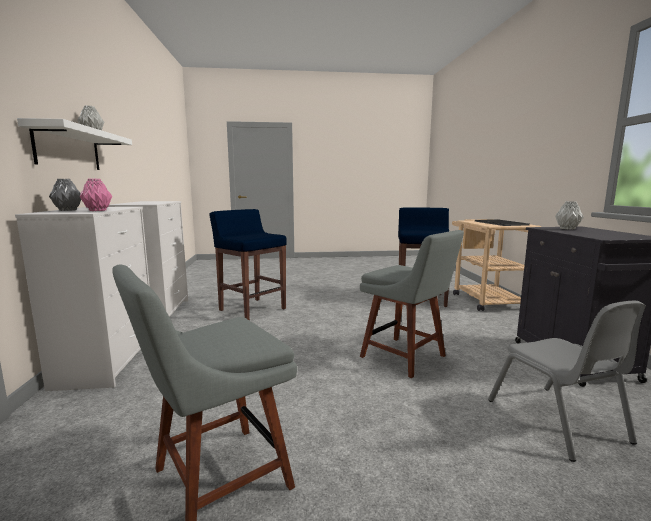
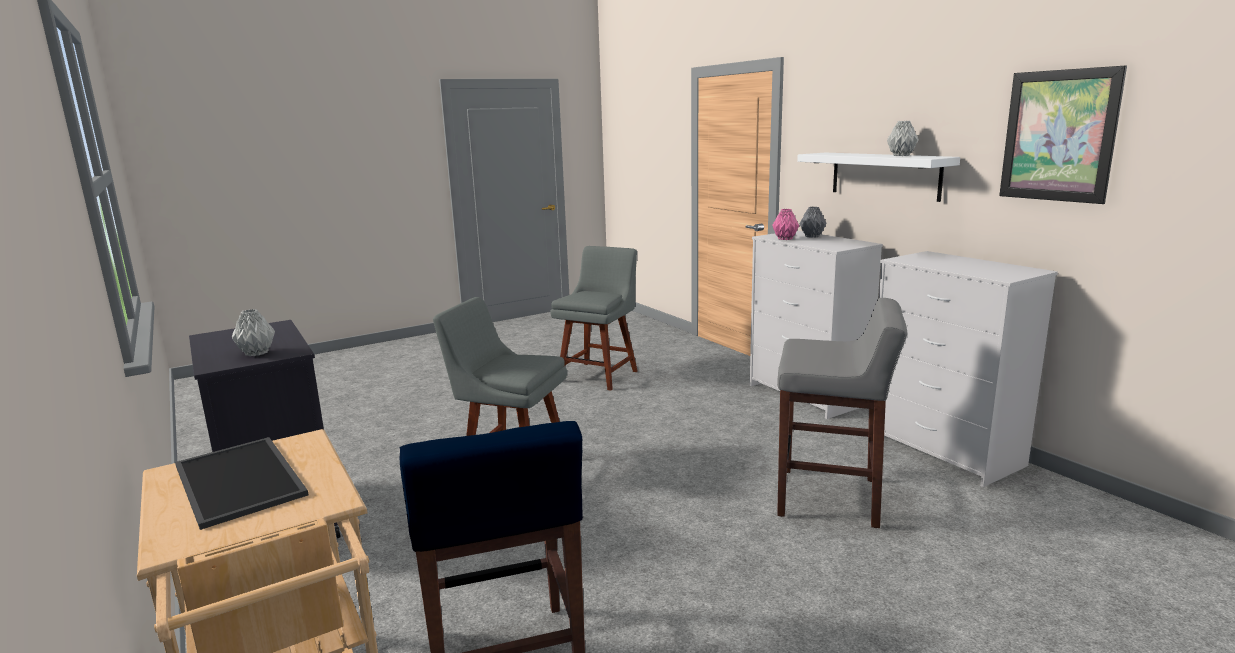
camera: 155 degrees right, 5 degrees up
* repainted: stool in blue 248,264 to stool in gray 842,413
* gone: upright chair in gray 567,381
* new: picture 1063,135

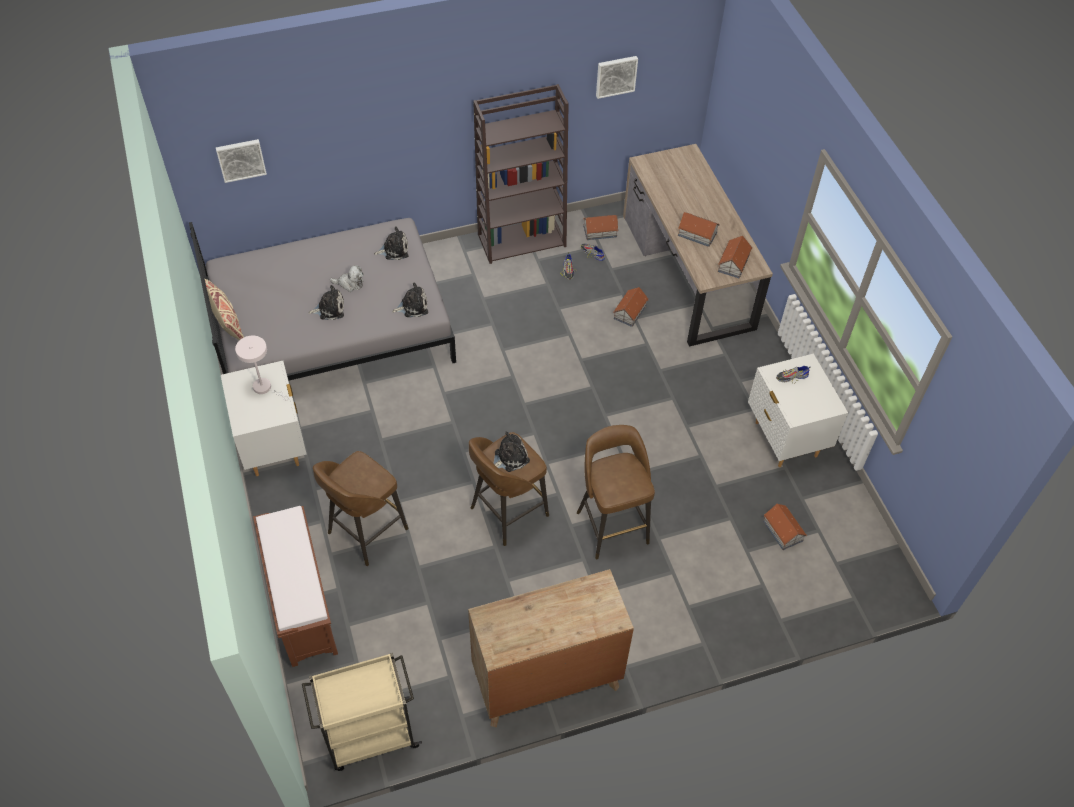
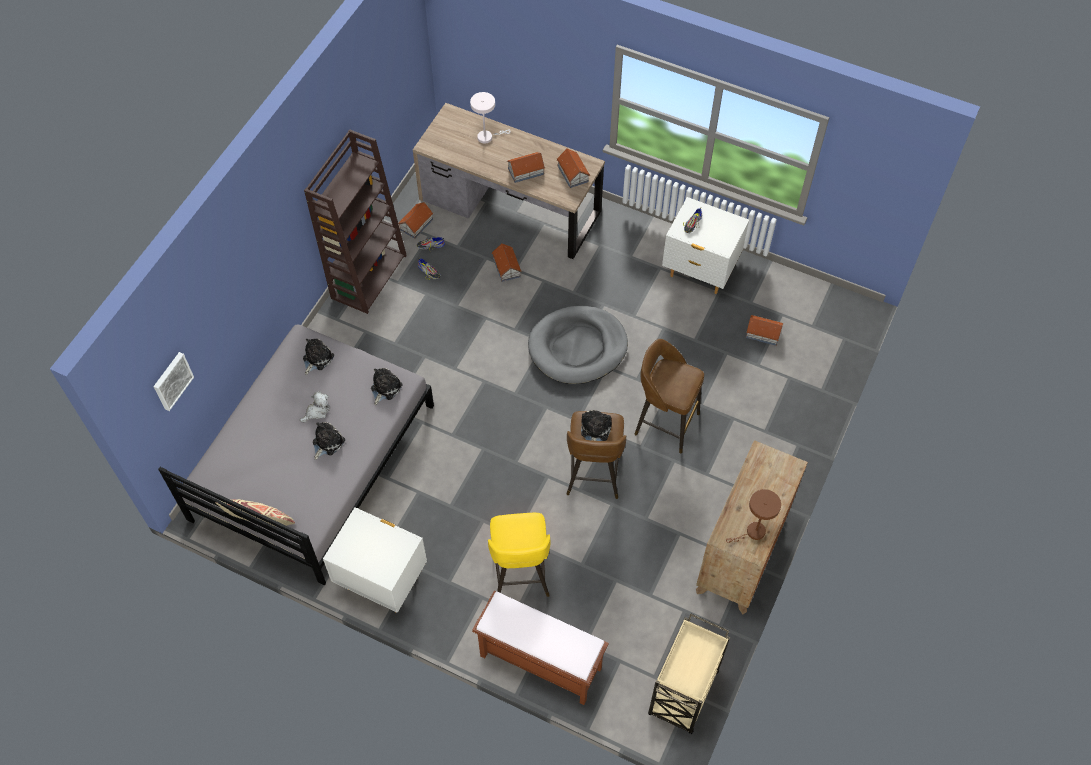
camera: 45 degrees left, 5 degrees up
* gone: picture 617,77
* shifted: lamp for a table in white 262,368 to 490,118
* repainted: stool in brownish 360,508 to stool in yellow 519,555
* new: pet bed in gray 578,345
* new: lamp for a table in brownish 753,516

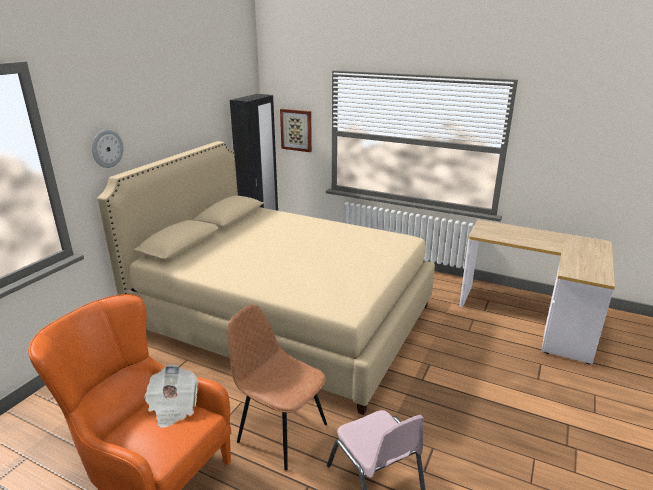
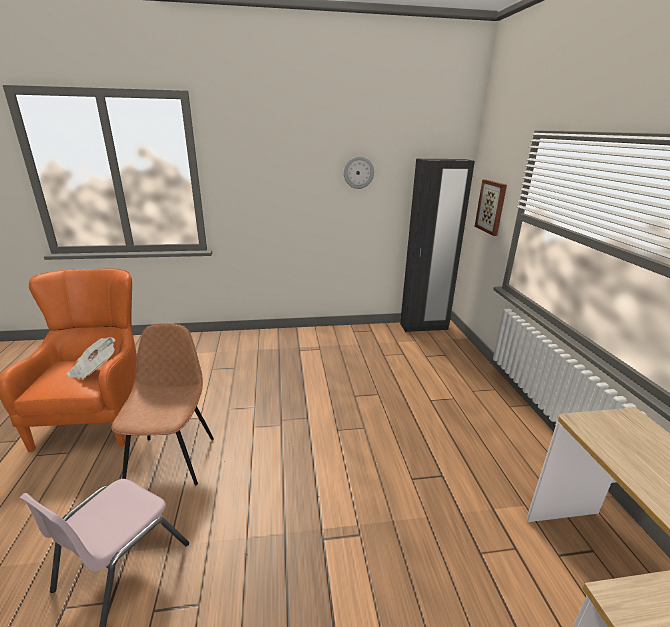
camera: 55 degrees right, 0 degrees up
* shifted: clock on the wall 107,149 to 359,172
* gone: bedroom bed in beige-coloured 266,278

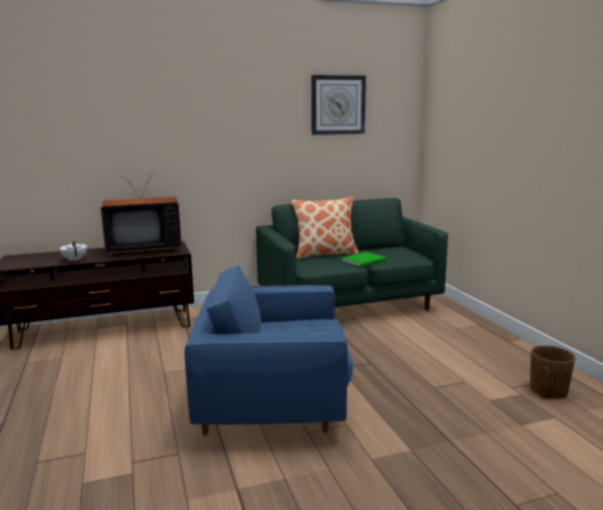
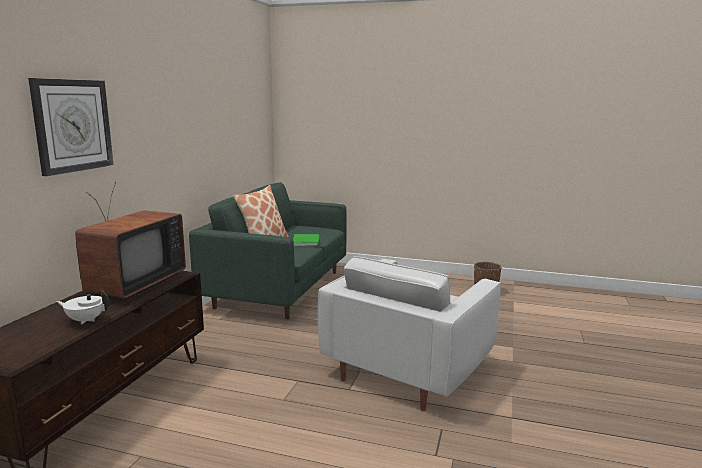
camera: 55 degrees left, 0 degrees up
* shifted: clock on the wall 338,105 to 71,127
* repainted: armchair in blue 268,350 to armchair in white 409,333

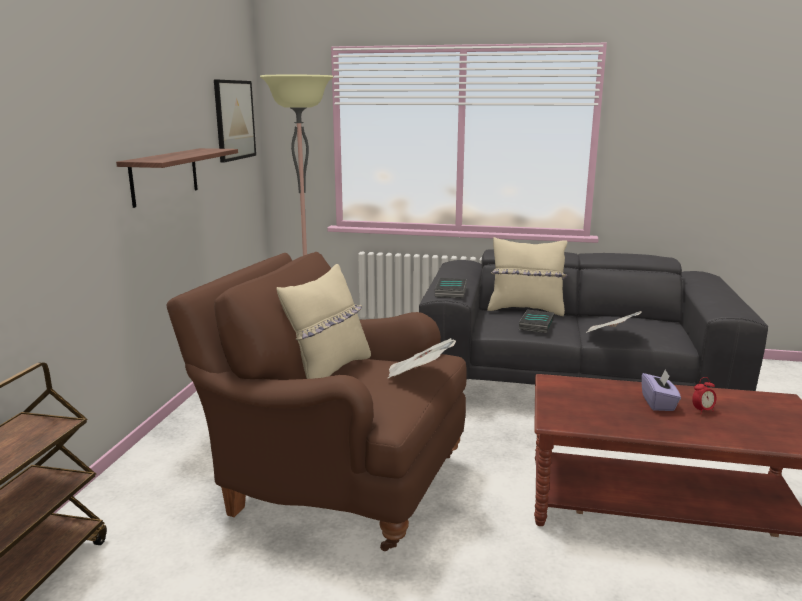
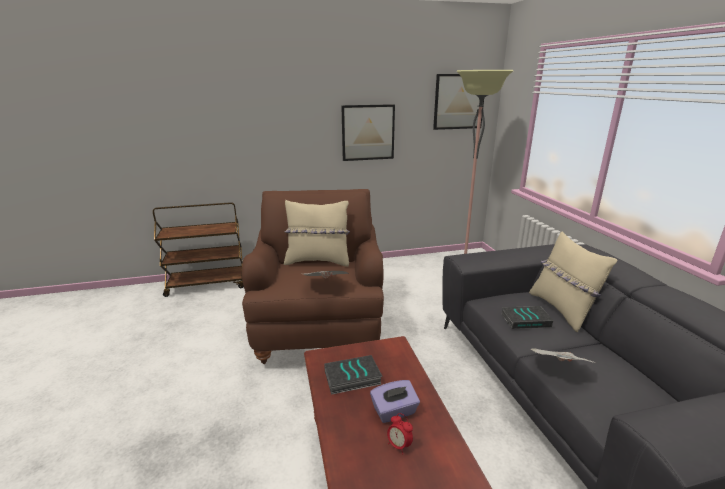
camera: 65 degrees right, 5 degrees up
* swapped: wall shelf 177,178 to picture 368,132
* shifted: volume 451,288 to 353,375

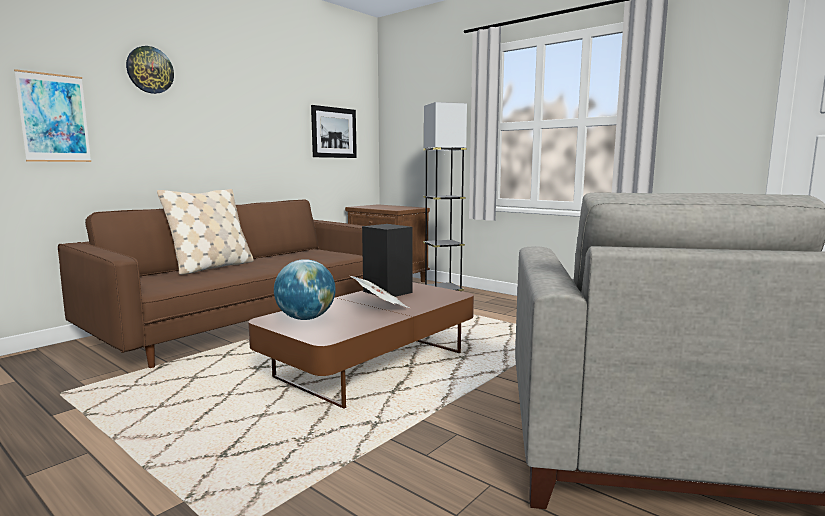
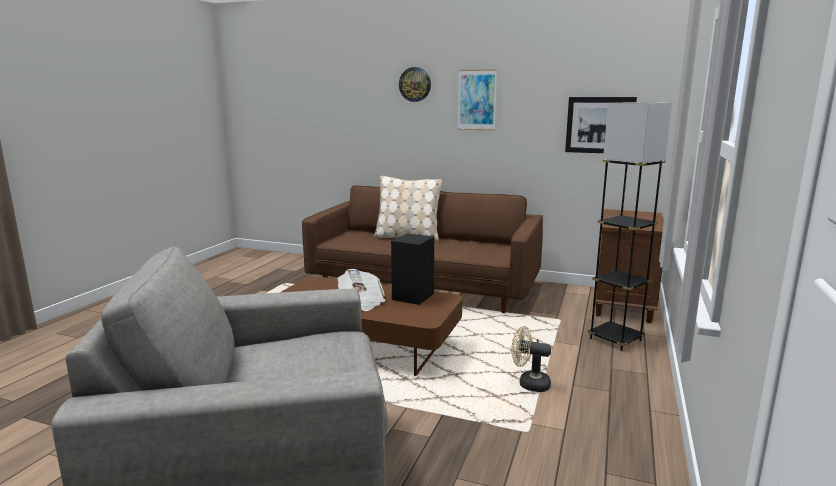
camera: 70 degrees right, 5 degrees up
* shifted: picture 52,115 to 477,100
* gone: desk globe 305,289
* new: electric fan in beige-coloured 531,359

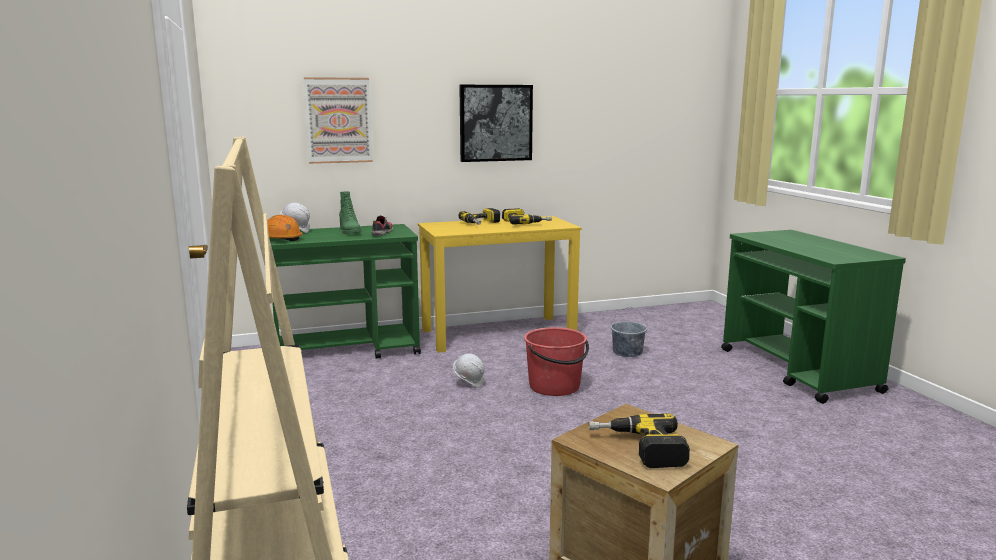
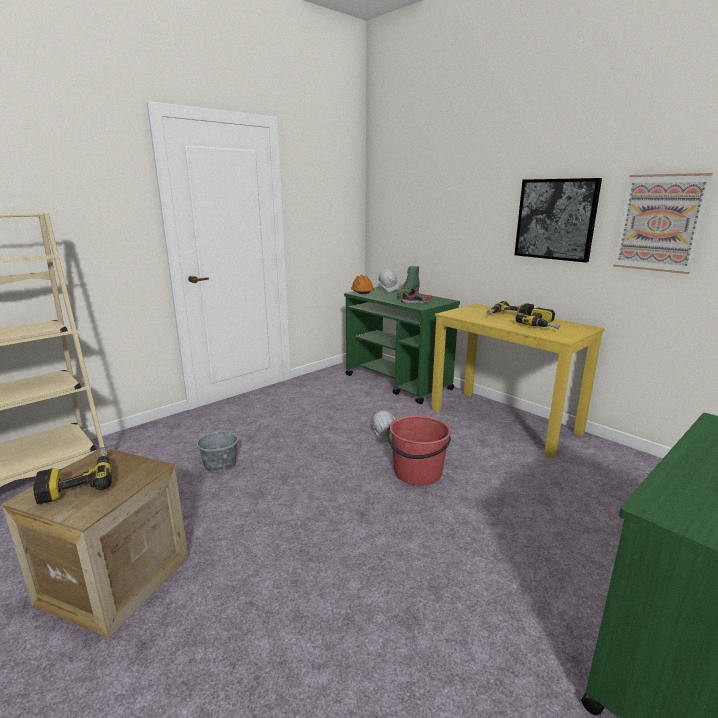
camera: 65 degrees right, 5 degrees up
* shifted: picture 338,120 to 663,223
* shifted: bucket in gray 629,332 to 217,446

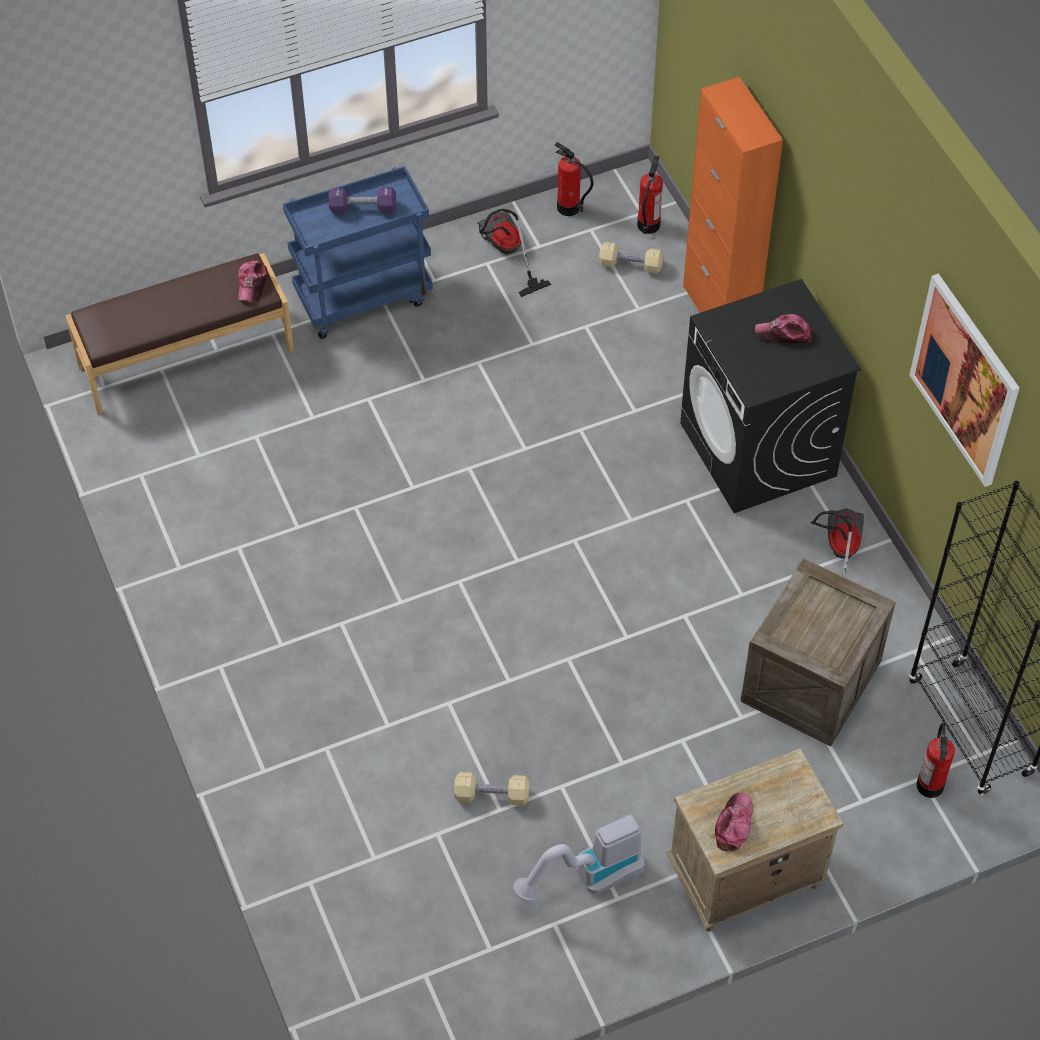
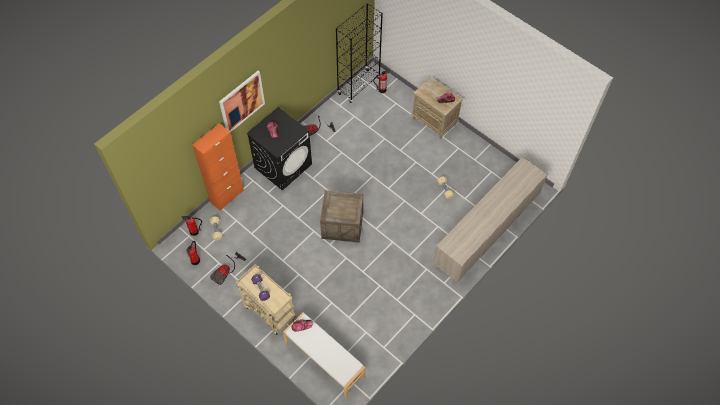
camera: 115 degrees left, 5 degrees up
* repainted: trolley in blue 358,252 to trolley in beige-coloured 266,300
* repainted: long seat in brownish 179,333 to long seat in white 324,355
* shifted: picture 964,380 to 242,101
* shifted: shipping crate 818,652 to 342,216
* gone: vacuum cleaner 579,858
* new: storage cabinet in beige-coloured 490,220

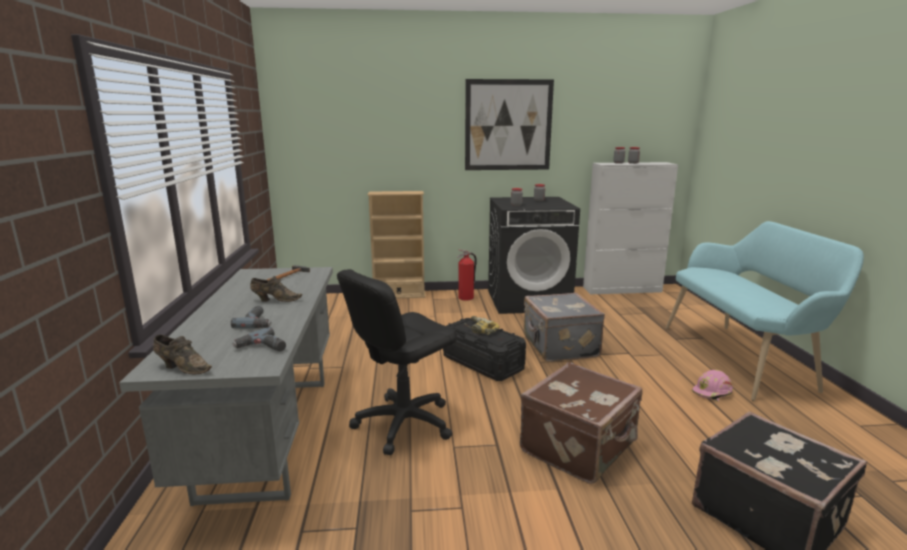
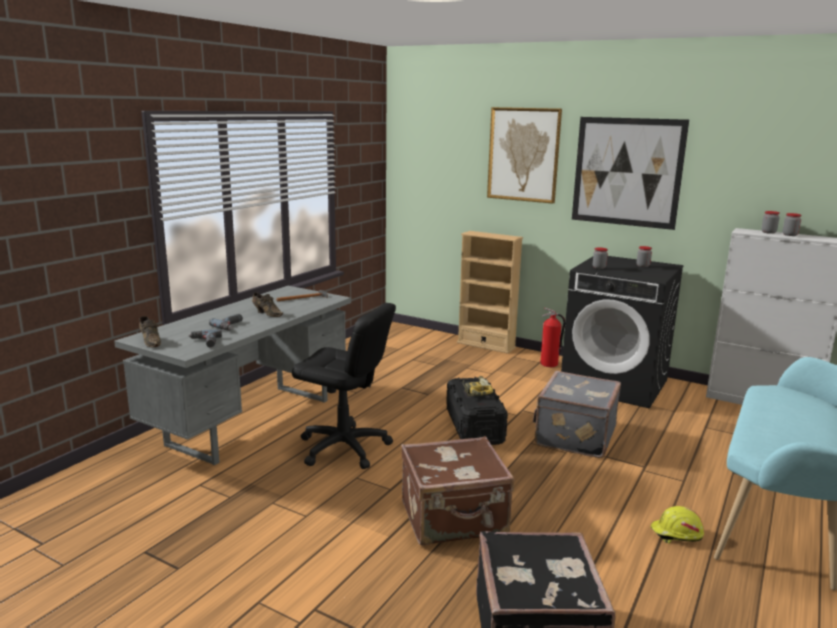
camera: 35 degrees right, 0 degrees up
* rotated: office chair in black 397,362 = 344,386 150 degrees counterclockwise
* repainted: hard hat in pink 712,386 to hard hat in yellow 677,524
* new: picture 524,155

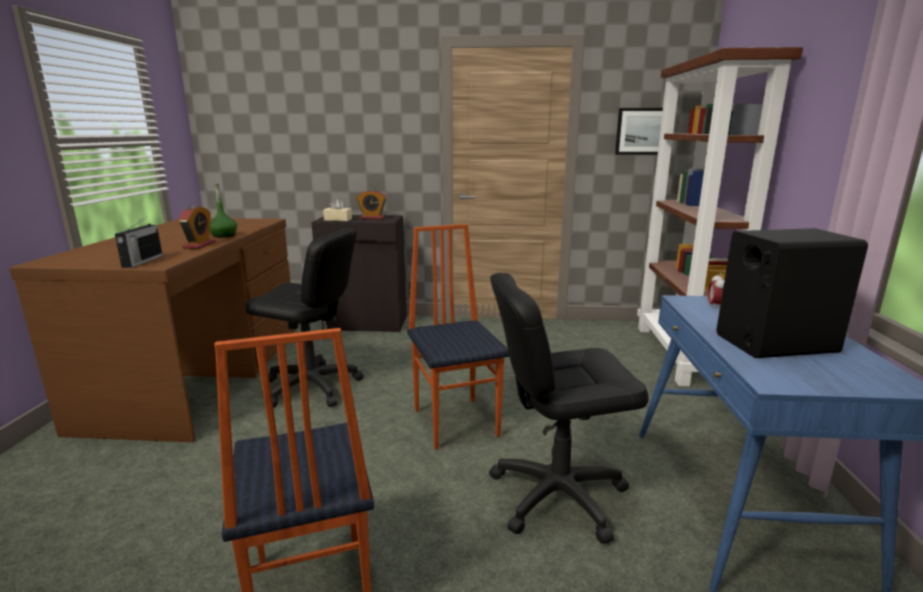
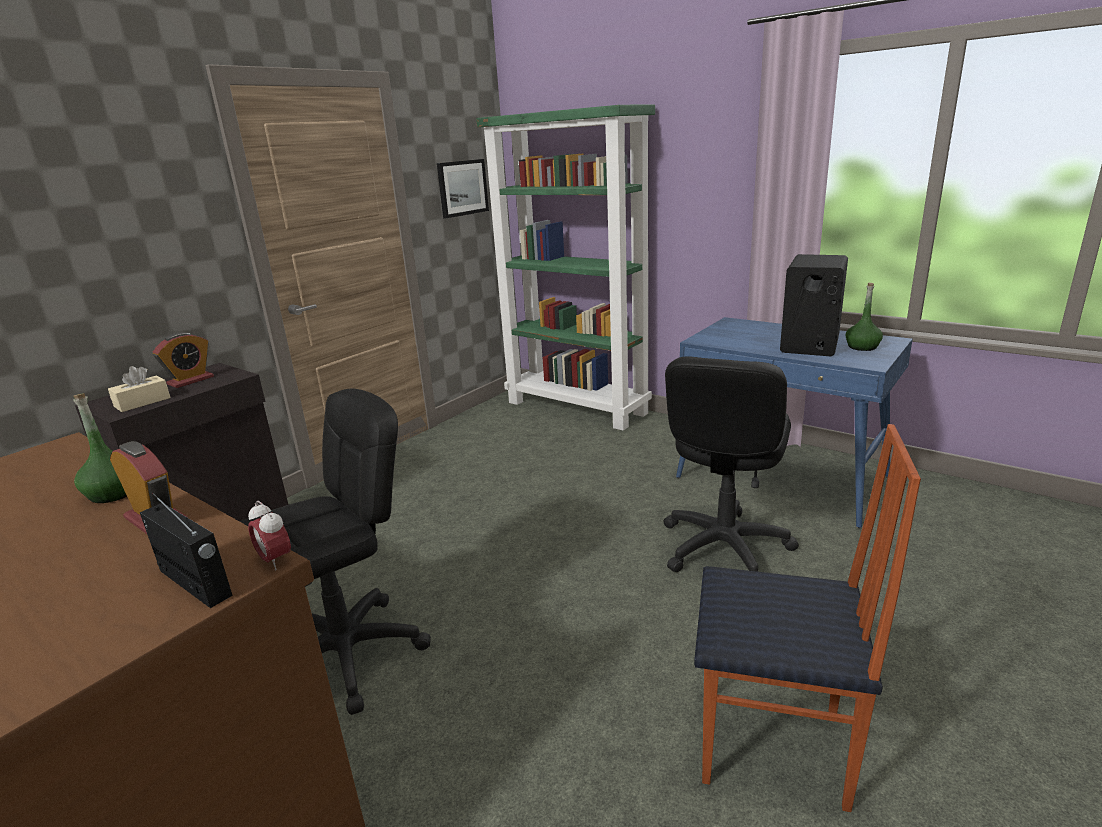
camera: 55 degrees left, 5 degrees up
* repainted: shelving unit in brownish 720,216 to shelving unit in green-coloured 565,267
* gone: upright chair 458,337
* shifted: table clock 716,290 to 269,535
* new: bottle in green-coloured 864,317

